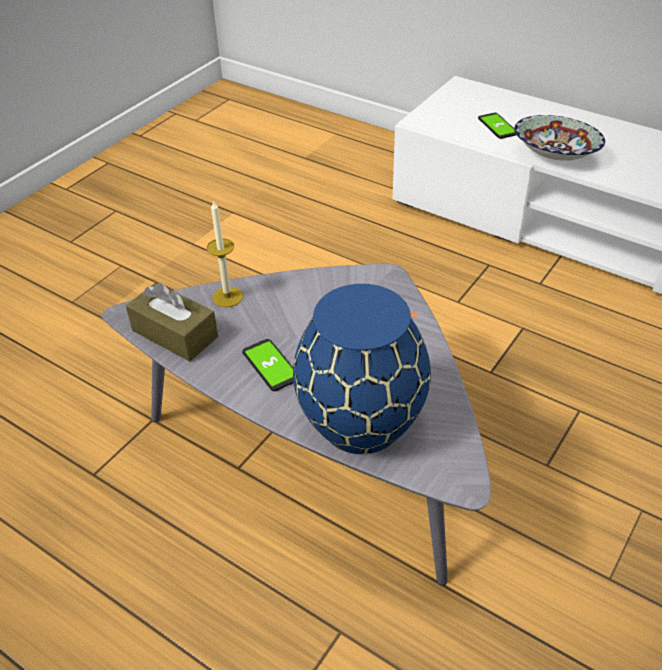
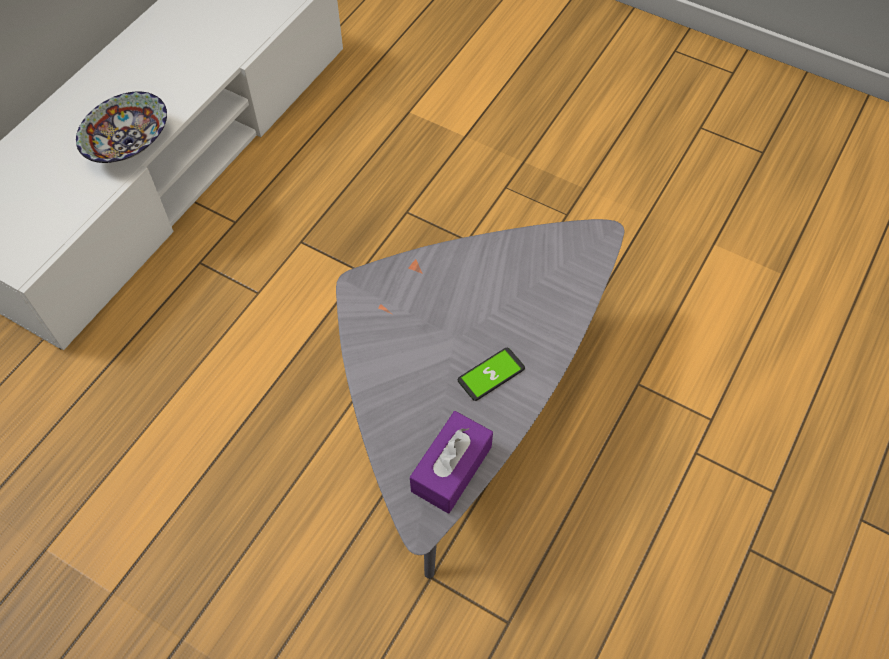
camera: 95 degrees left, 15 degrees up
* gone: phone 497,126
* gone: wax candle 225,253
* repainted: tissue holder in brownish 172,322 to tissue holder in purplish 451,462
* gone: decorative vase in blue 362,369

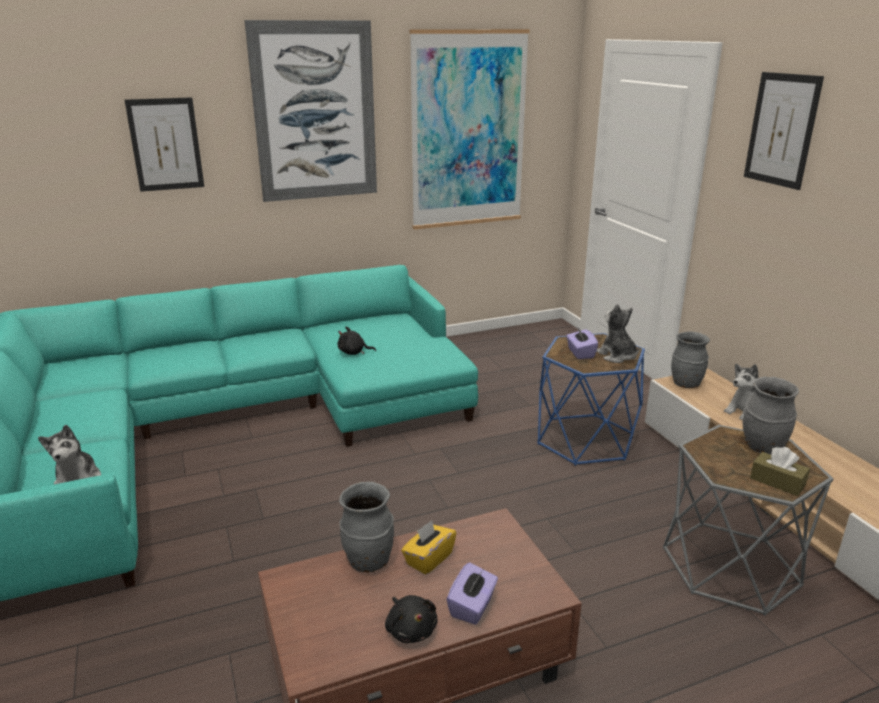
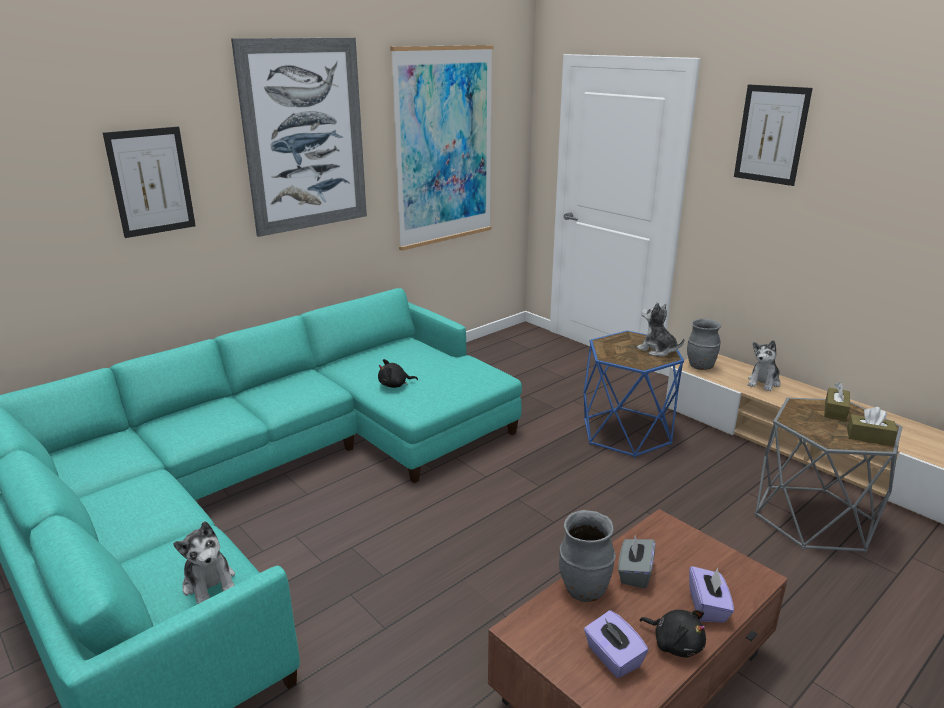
camera: 20 degrees left, 0 degrees up
* shifted: tissue holder in purplish 582,343 to 616,644
* swapped: decorative vase in gray 771,416 to tissue holder in brownish 837,401
* repainted: tissue holder in yellow 428,547 to tissue holder in gray 637,562

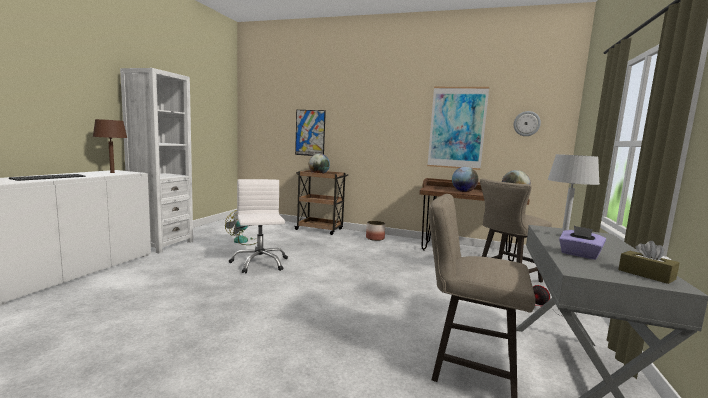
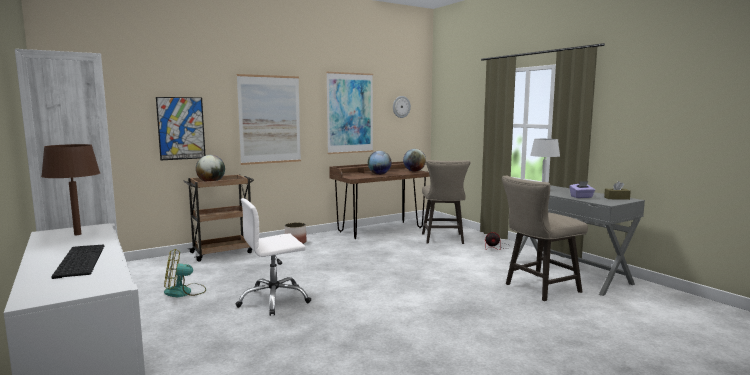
camera: 50 degrees left, 0 degrees up
* rotated: office chair in white 258,226 = 273,257 45 degrees counterclockwise
* new: picture 269,119

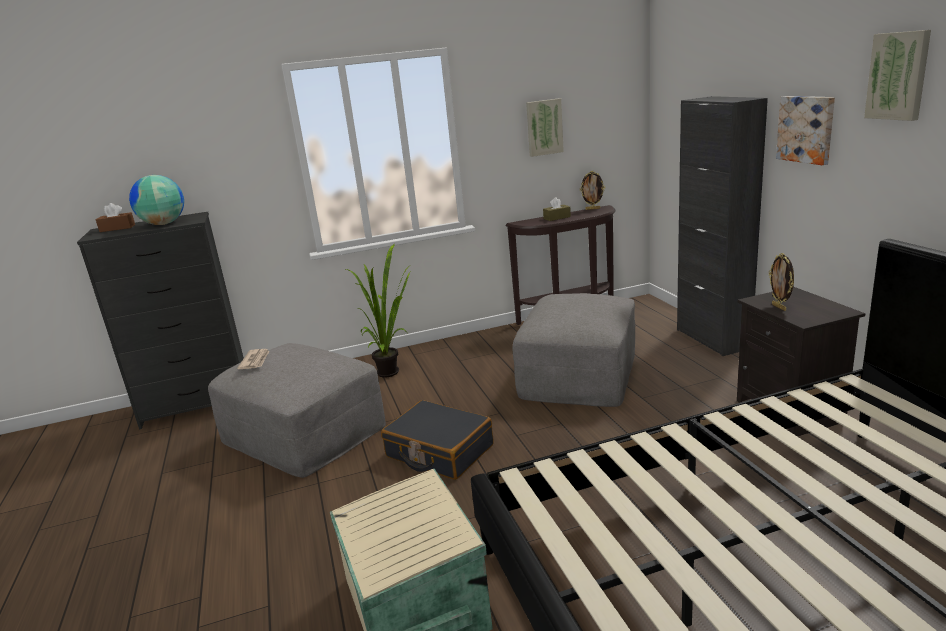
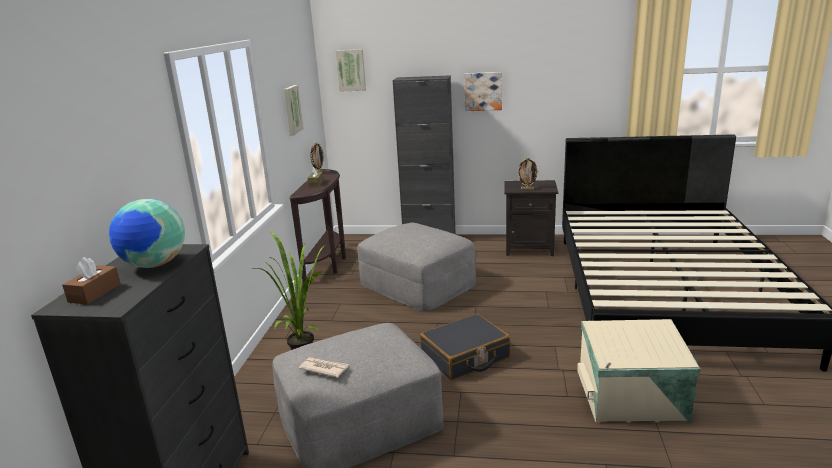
camera: 65 degrees left, 0 degrees up
* shifted: picture 897,75 to 351,70

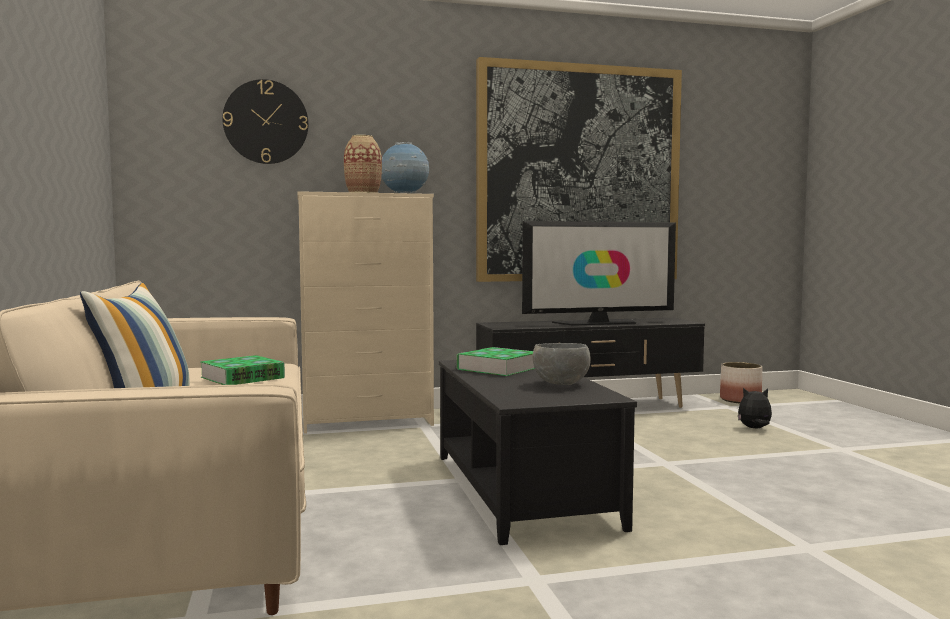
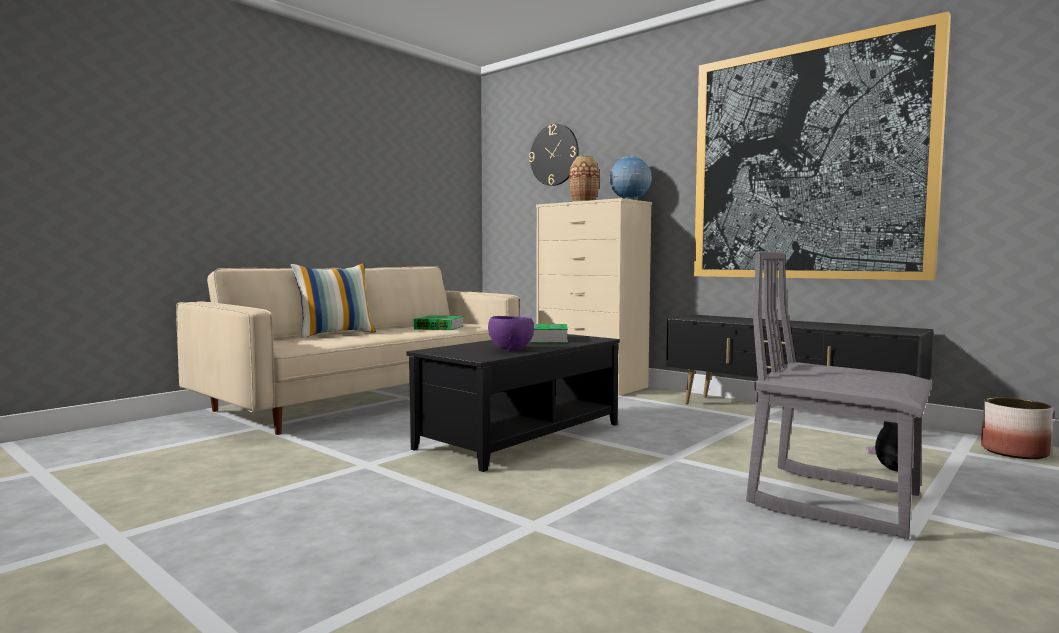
camera: 55 degrees right, 0 degrees up
* gone: TV set 599,273
* repainted: deep dish in gray 562,364 to deep dish in purplish 511,333
* new: upright chair in gray 839,395

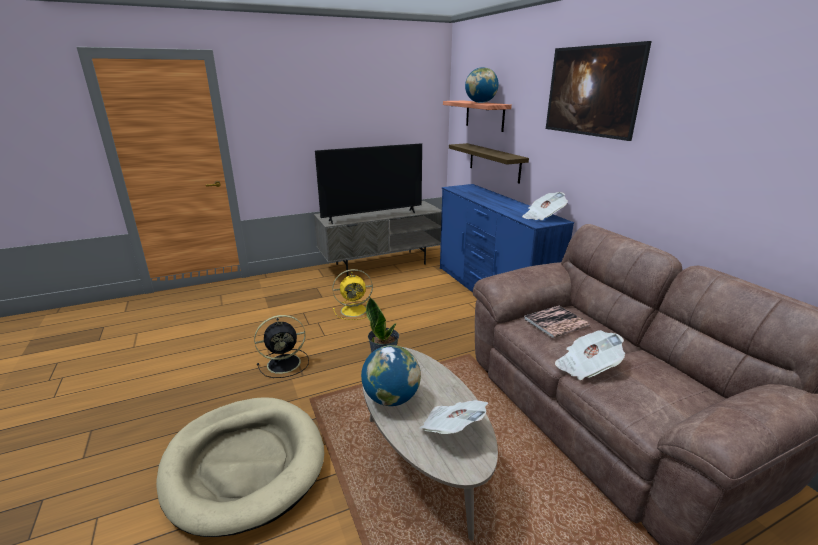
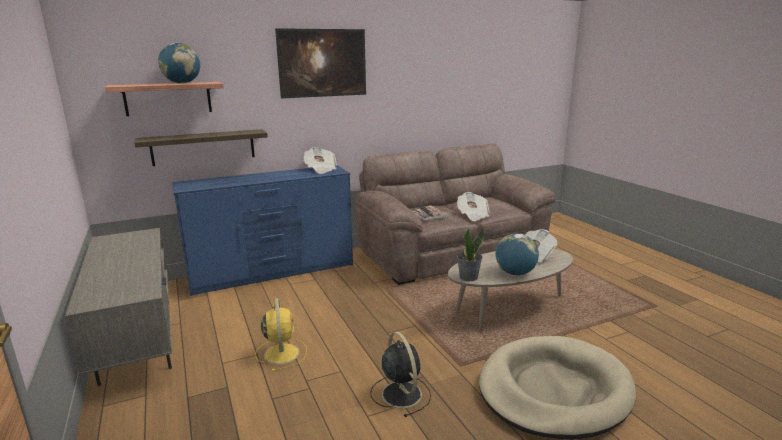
camera: 90 degrees left, 5 degrees down
* gone: TV set 368,183

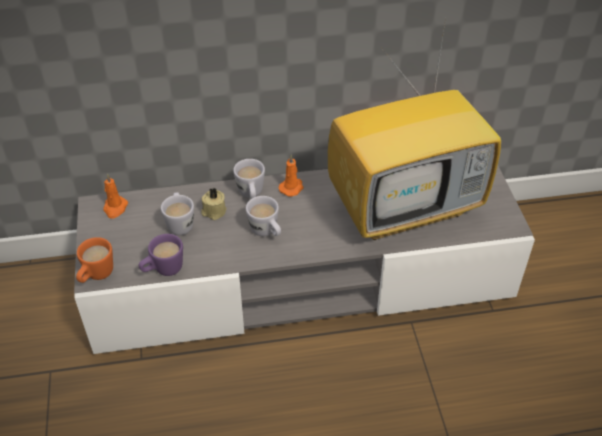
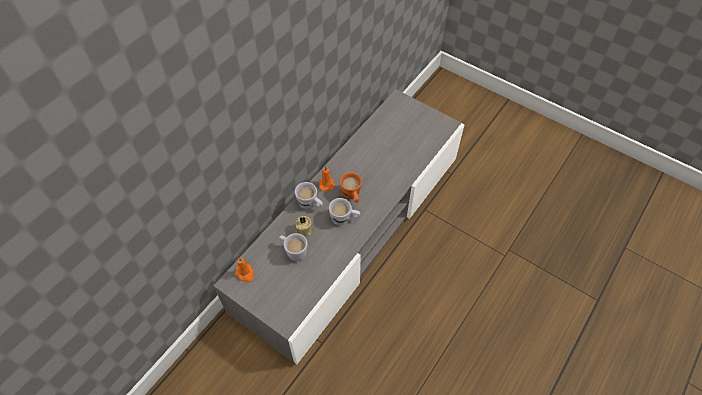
camera: 45 degrees left, 10 degrees up
* gone: TV set 414,129
* gone: tea mug in purplish 160,255
* shifted: tea mug in orange 94,260 to 351,187

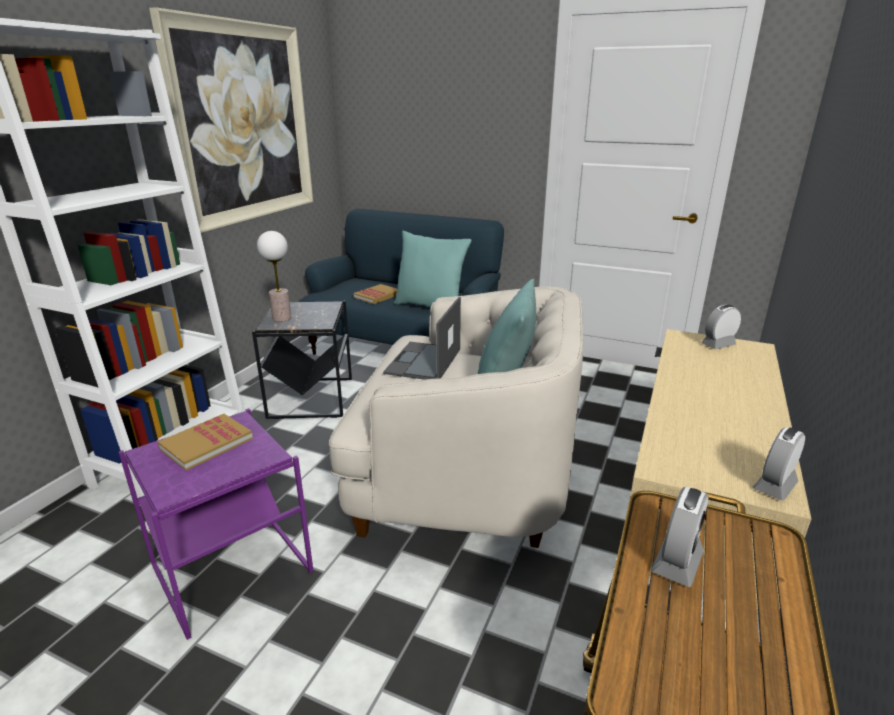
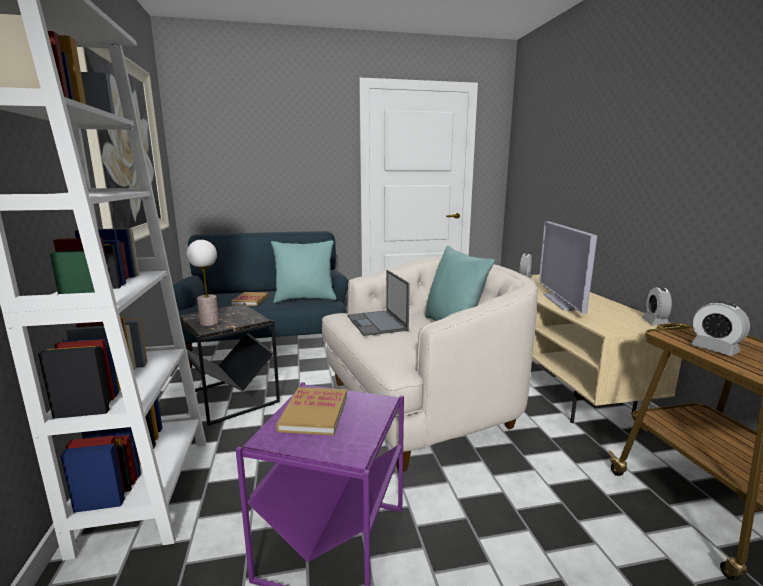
camera: 35 degrees left, 10 degrees down
* rotated: table clock 680,536 = 720,328 150 degrees clockwise
* new: TV set 568,267

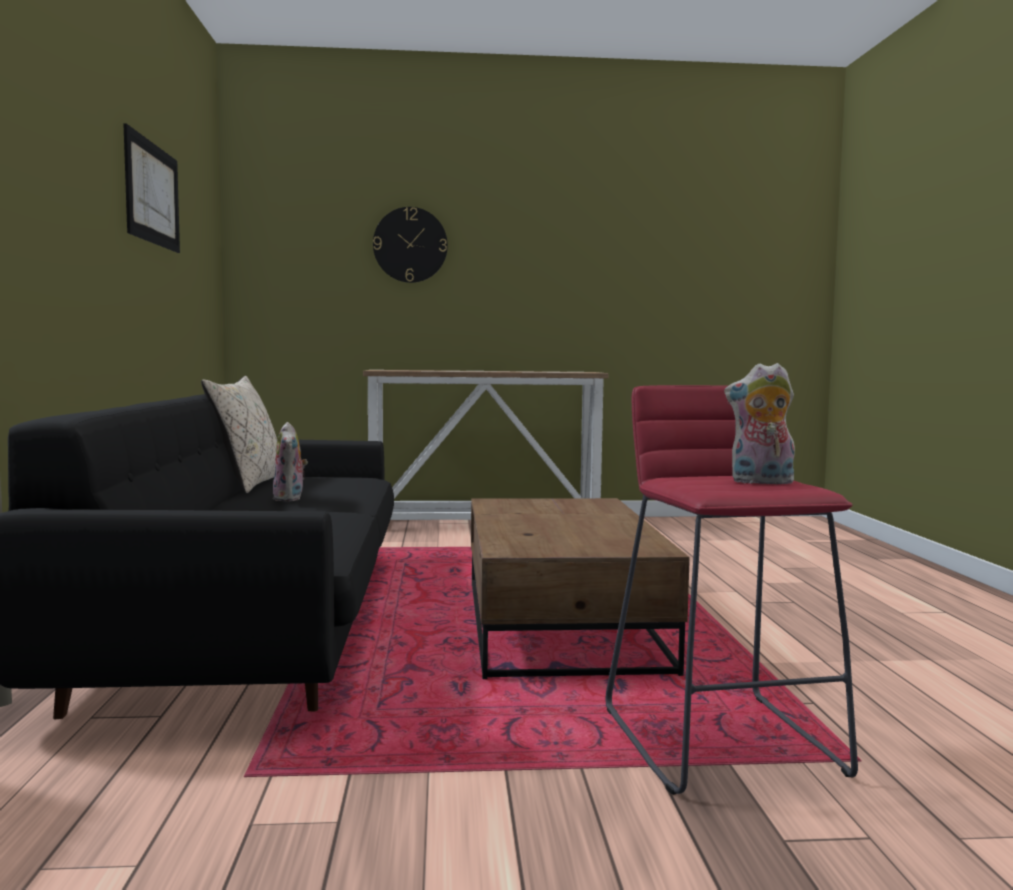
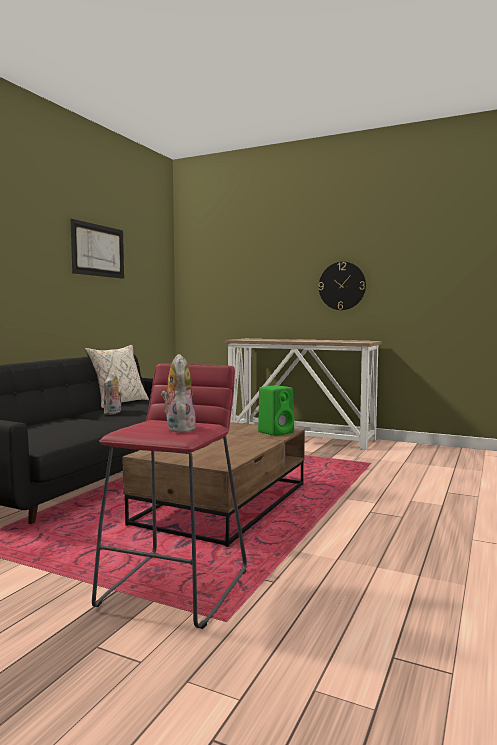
camera: 30 degrees right, 0 degrees up
* shifted: clock on the wall 410,245 to 342,286
* rotated: soft toy 759,423 = 178,393 45 degrees clockwise
* new: loudspeaker in green-coloured 276,410

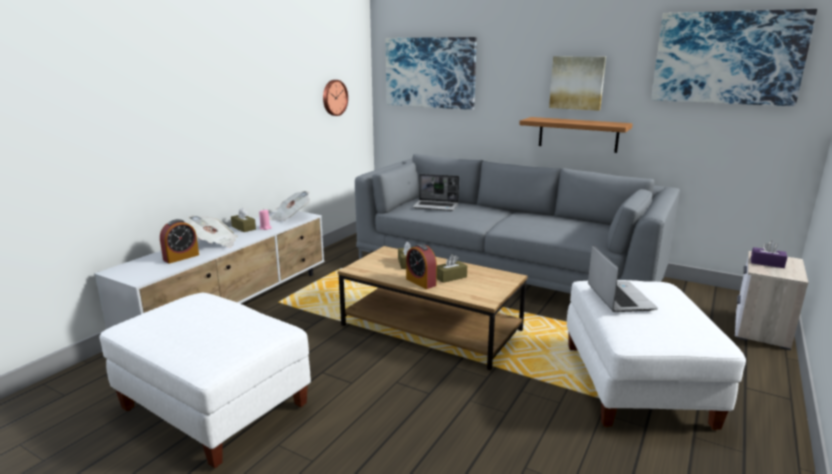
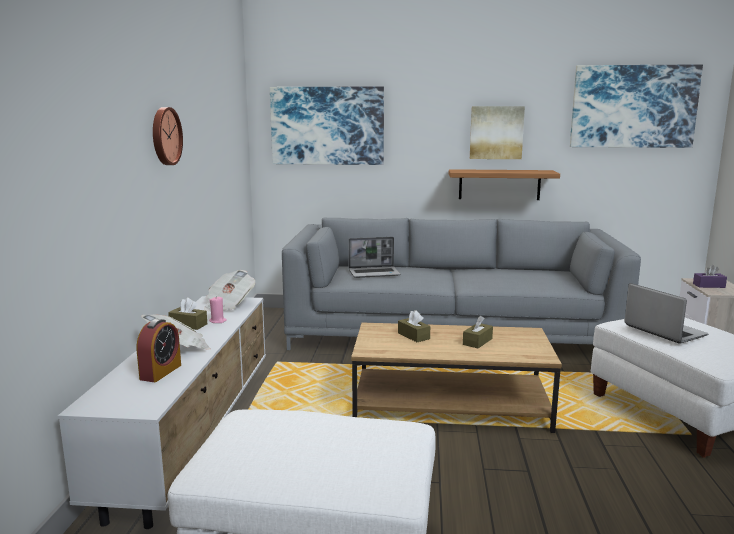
camera: 25 degrees left, 5 degrees down
* shifted: clock on the wall 335,98 to 168,136
* gone: table clock 421,266

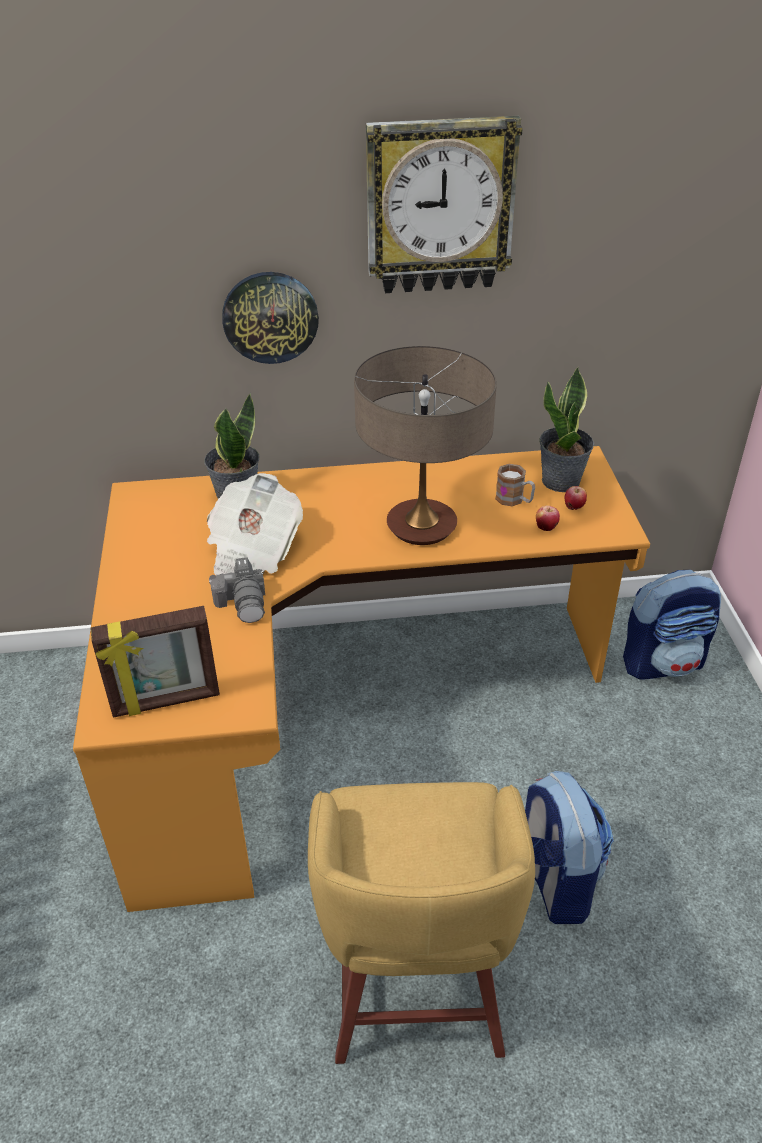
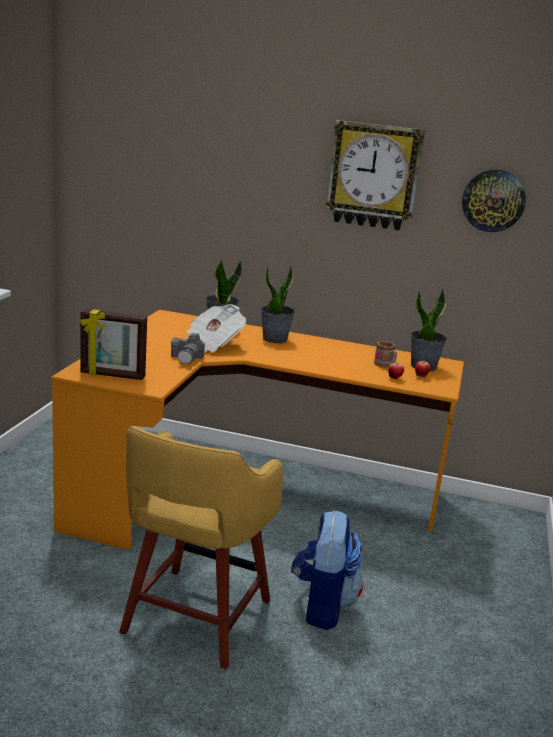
camera: 20 degrees right, 20 degrees down
* shifted: clock on the wall 270,318 to 494,200
* gone: lamp for a table 425,445
* gone: backpack 672,625
* new: houseplant 278,303

